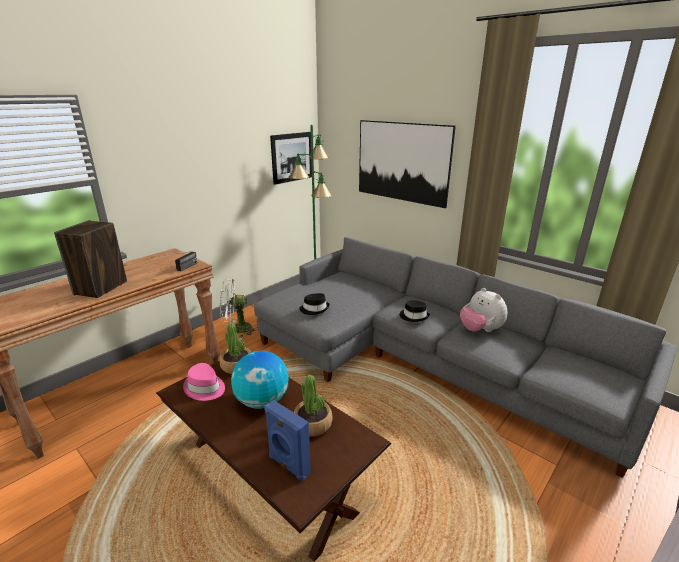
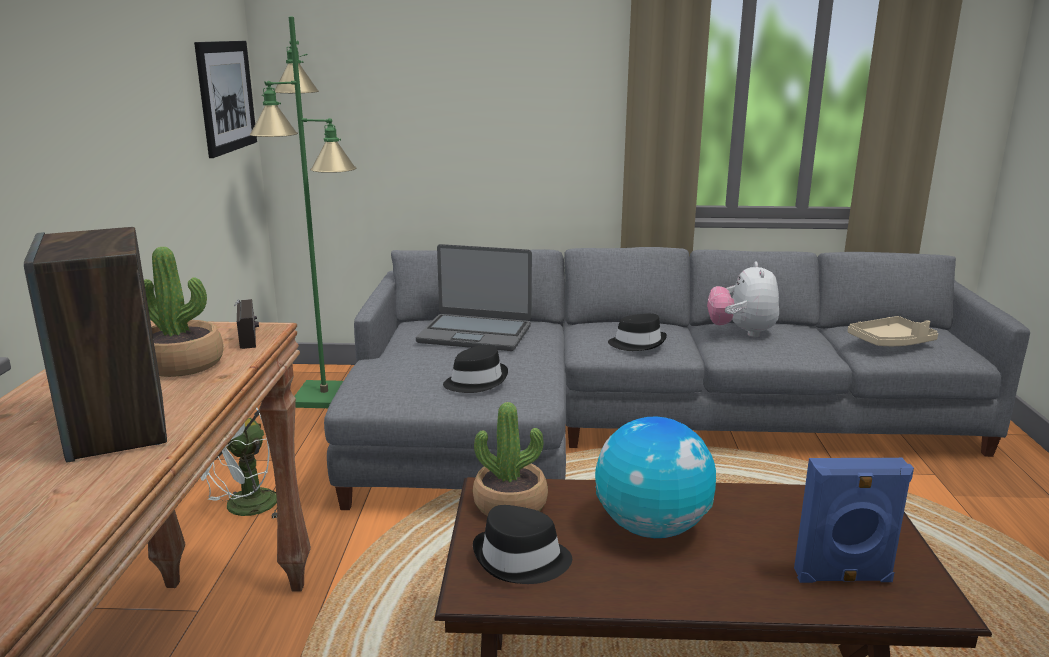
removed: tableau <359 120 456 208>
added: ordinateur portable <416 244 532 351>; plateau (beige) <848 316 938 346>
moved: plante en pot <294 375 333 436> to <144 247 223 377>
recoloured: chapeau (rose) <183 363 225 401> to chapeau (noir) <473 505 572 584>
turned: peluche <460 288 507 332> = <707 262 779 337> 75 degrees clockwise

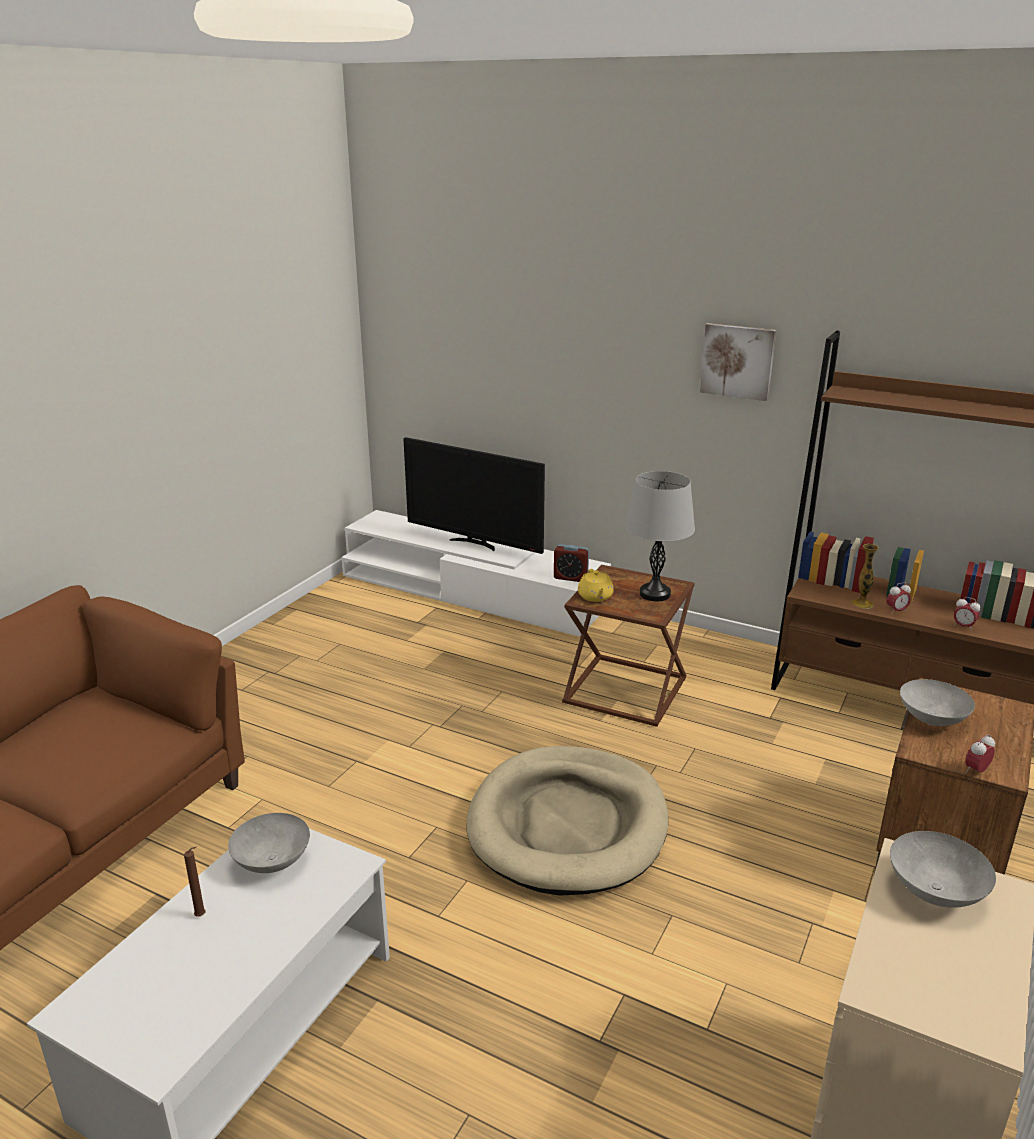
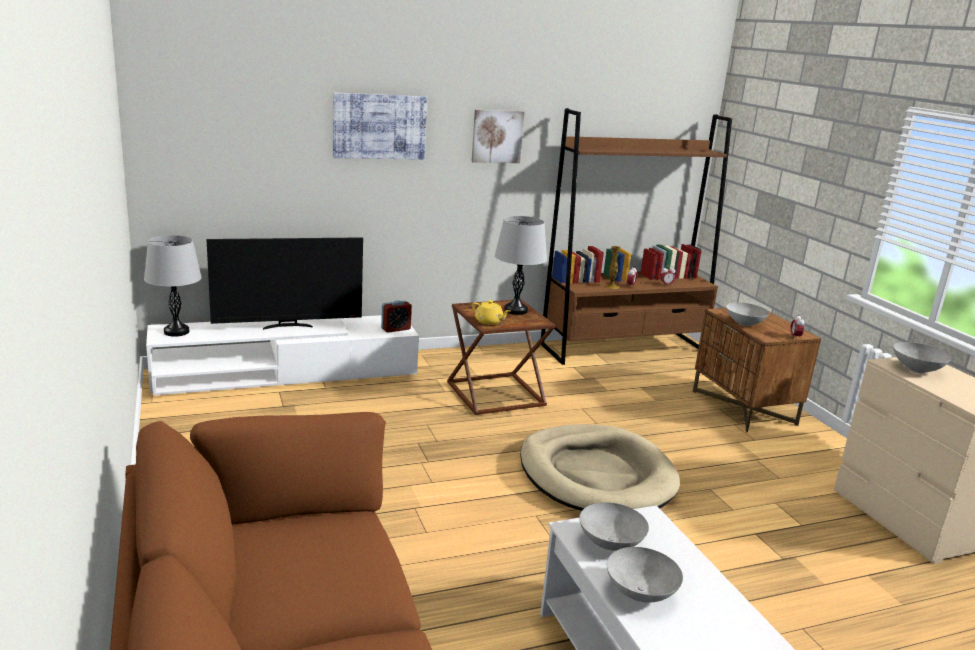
added: tableau <333 93 427 160>; lampe de table (gris) <144 235 202 337>
replaced: bougie (marron) <184 846 206 917> to bol (gris) <607 547 683 603>

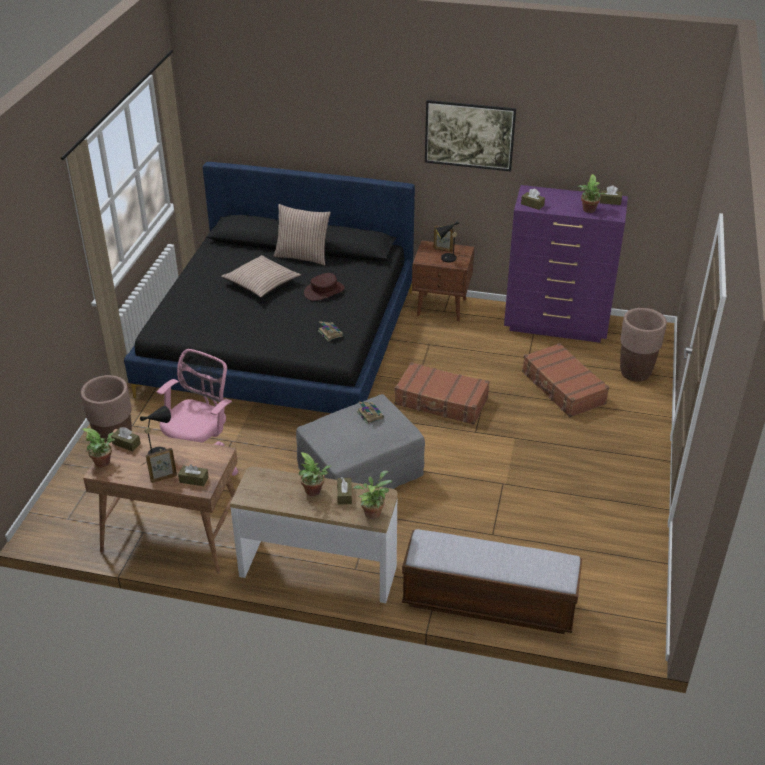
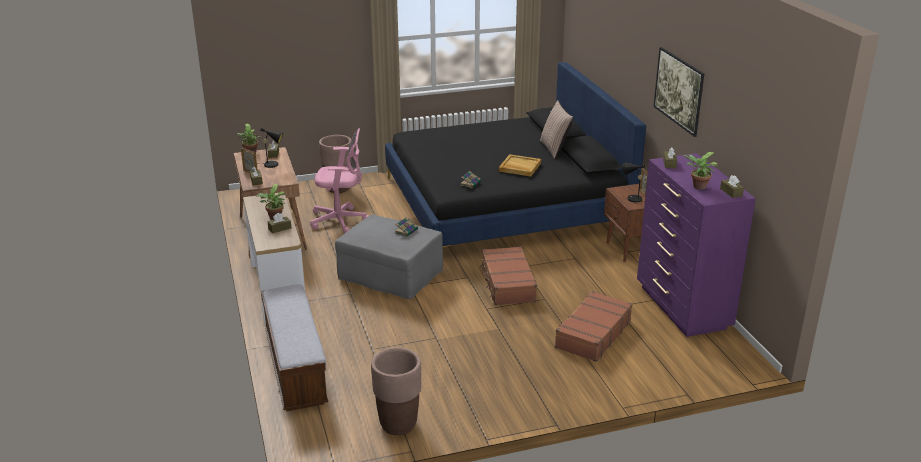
removed: coussin <221 255 301 298>; plante en pot <353 471 392 519>
moved: cache-pot (marron) <620 308 667 382> to <371 347 421 435>
replaced: chapeau (marron) <304 273 344 301> to plateau (beige) <499 154 541 177>

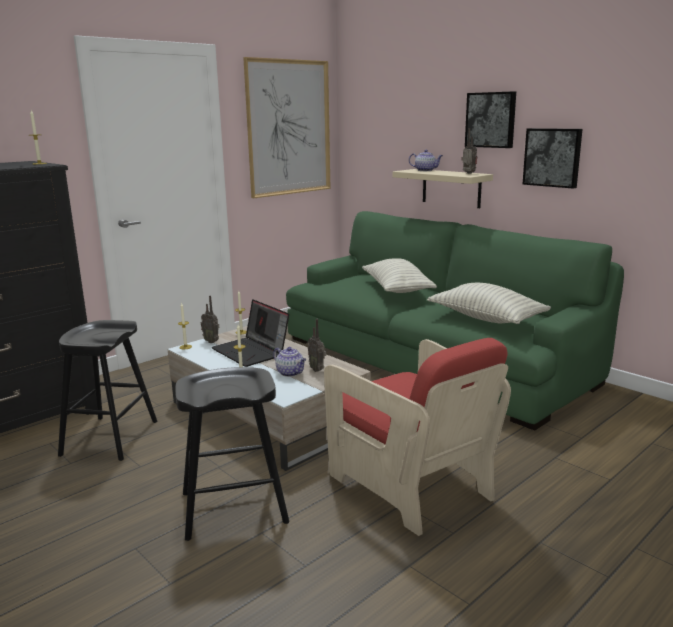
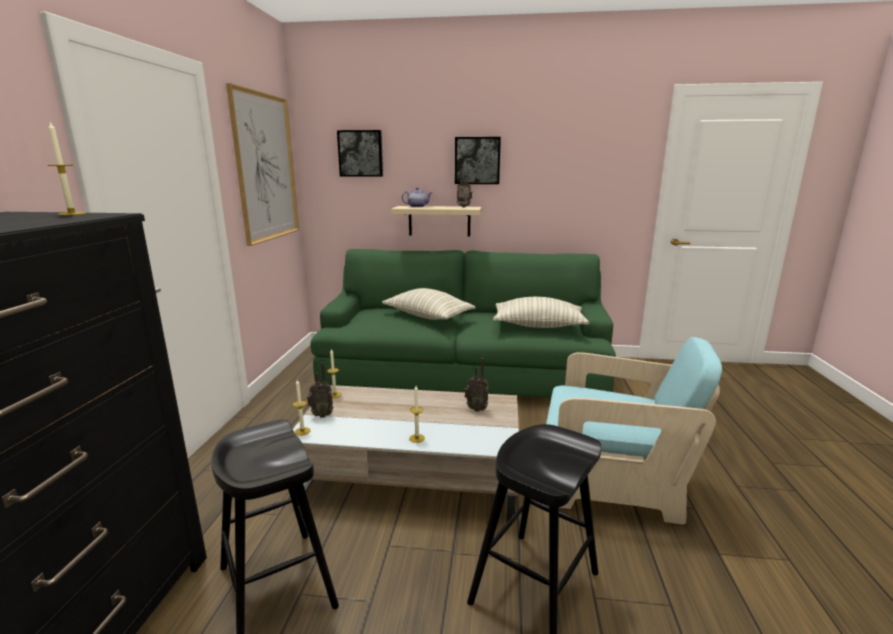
removed: ordinateur portable <211 299 289 367>; théière <273 347 306 377>
moved: tableau <523 128 582 189> to <337 130 383 177>
recoloured: fauteuil (rouge) <324 338 511 536> to fauteuil (turquoise) <546 337 722 524>

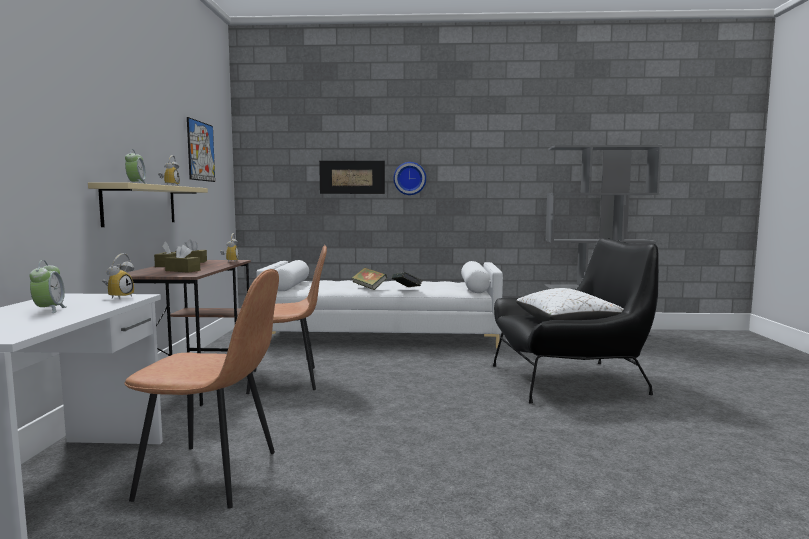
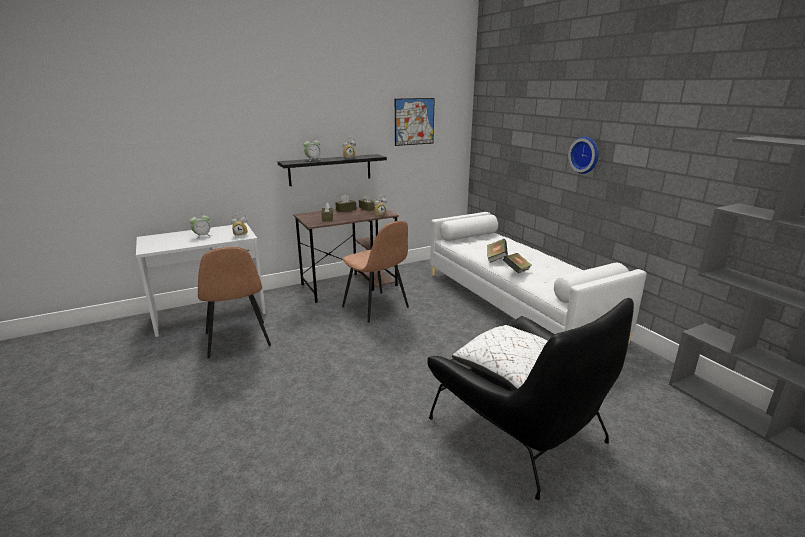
removed: tableau <319 161 385 194>
recoloured: étagère (beige) <88 182 208 227> to étagère (noir) <278 154 387 186>

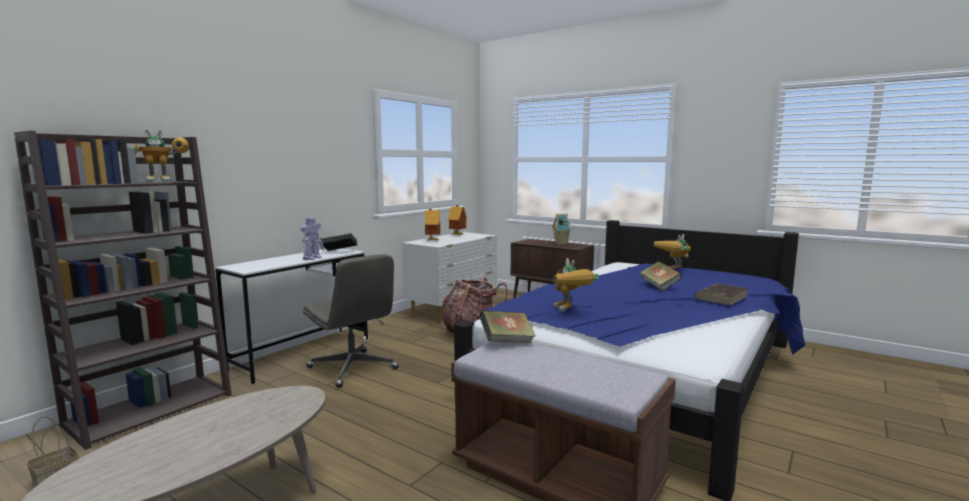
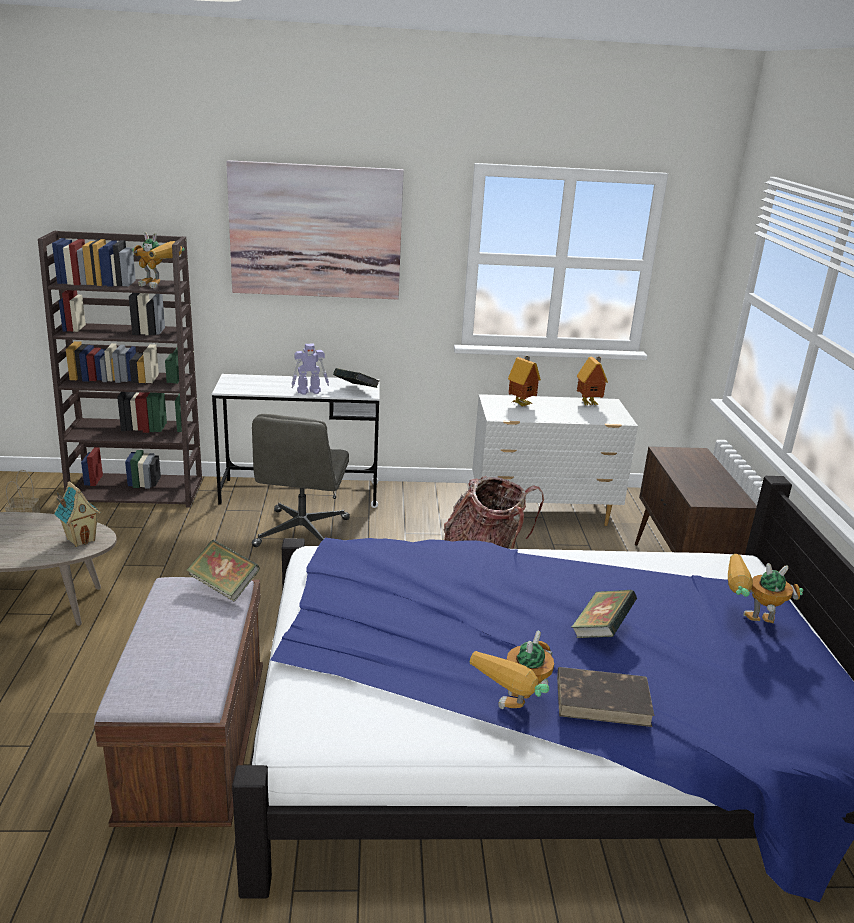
added: tableau <226 160 404 300>
moved: maison miniature <552 214 571 245> to <54 481 101 547>; robot jouet <553 258 599 312> to <470 631 554 709>

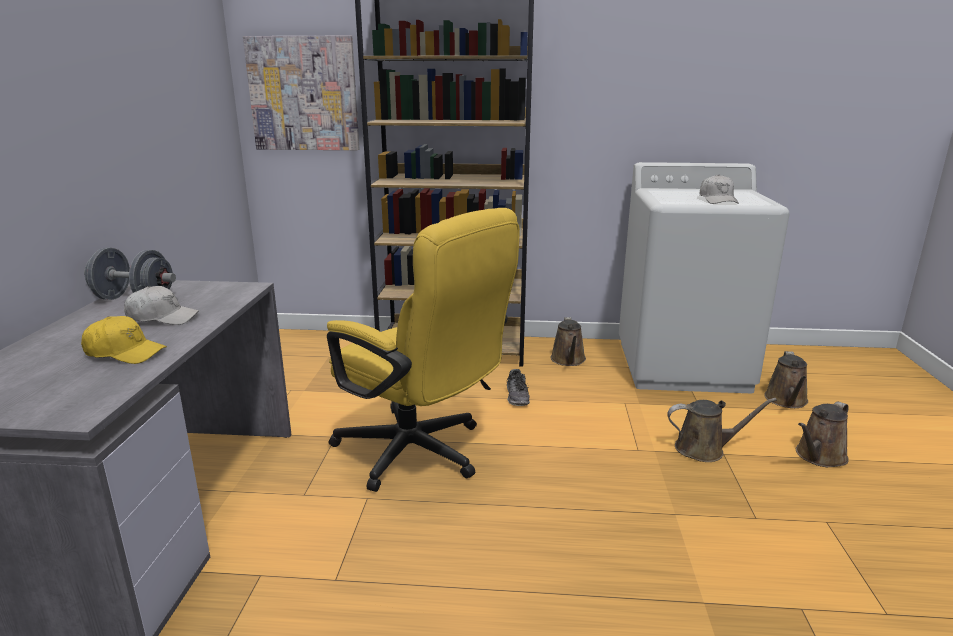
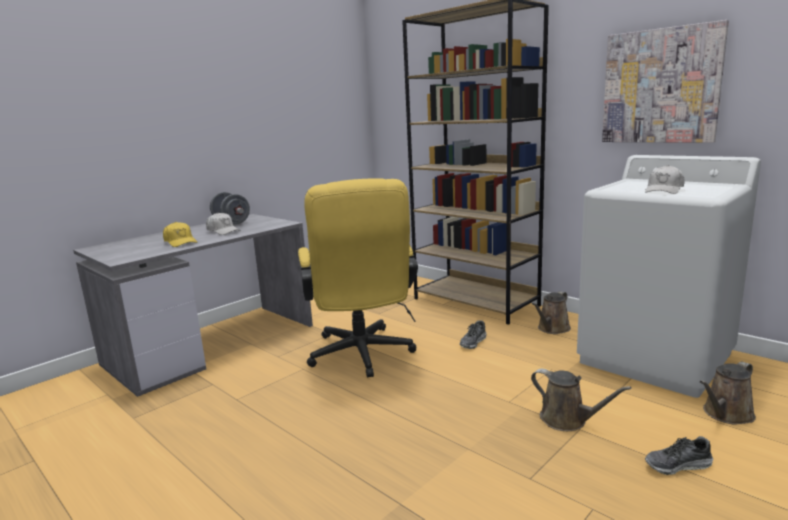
moved: tableau <243 36 359 150> to <602 20 729 143>
replaced: arrosoir (marron) <796 401 849 467> to chaussure <645 436 713 475>

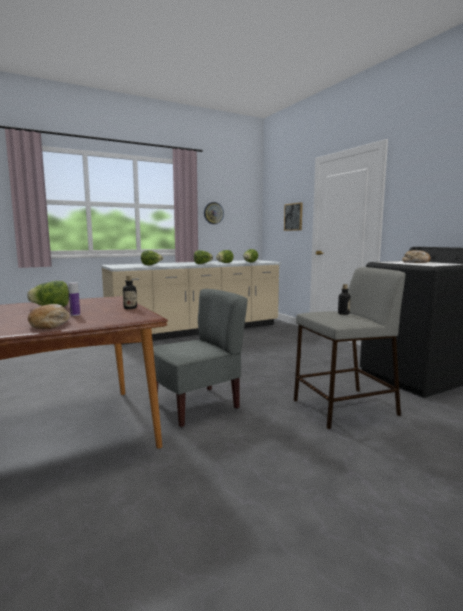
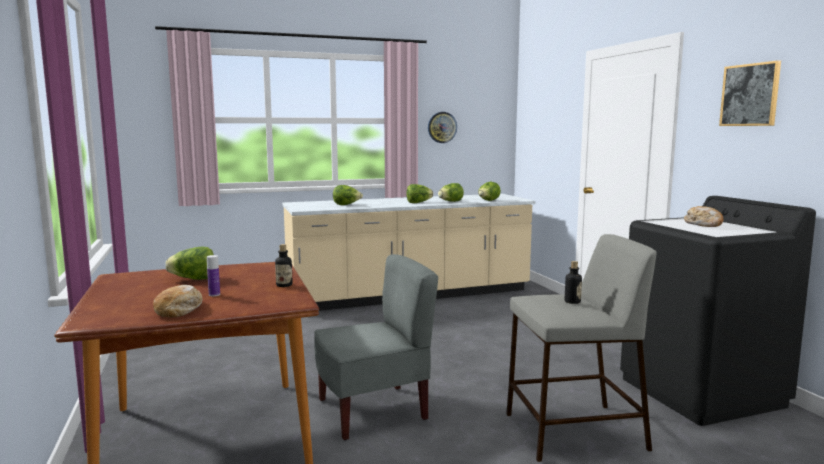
moved: tableau <284 202 303 231> to <719 60 781 126>

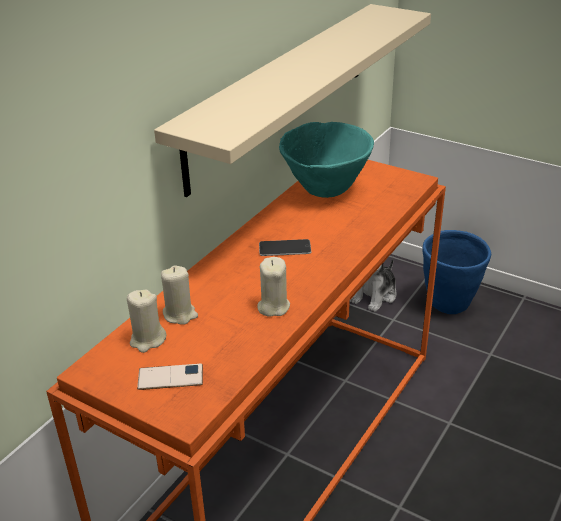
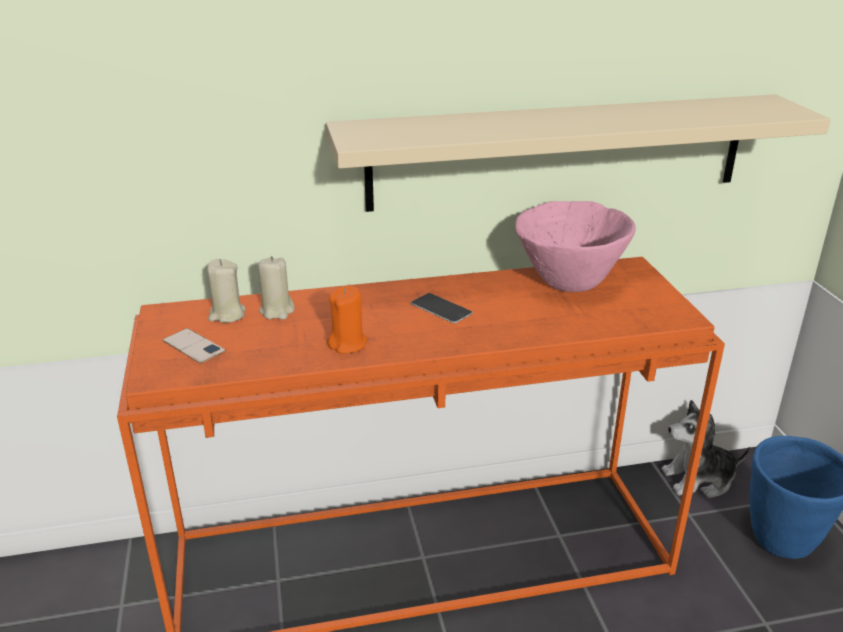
recoloured: bol (turquoise) <279 122 374 198> to bol (rose) <515 201 636 292>; bougie (beige) <257 257 290 317> to bougie (orange) <327 285 367 354>

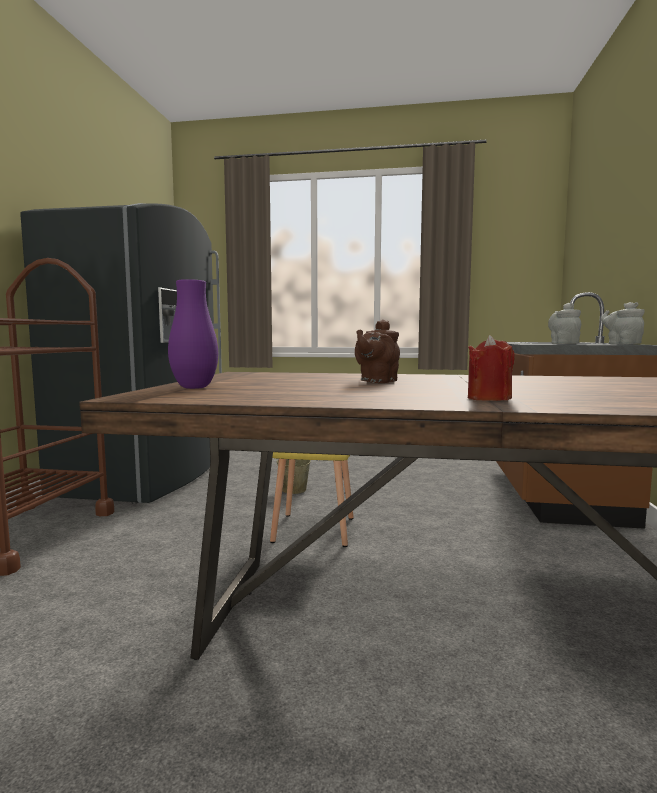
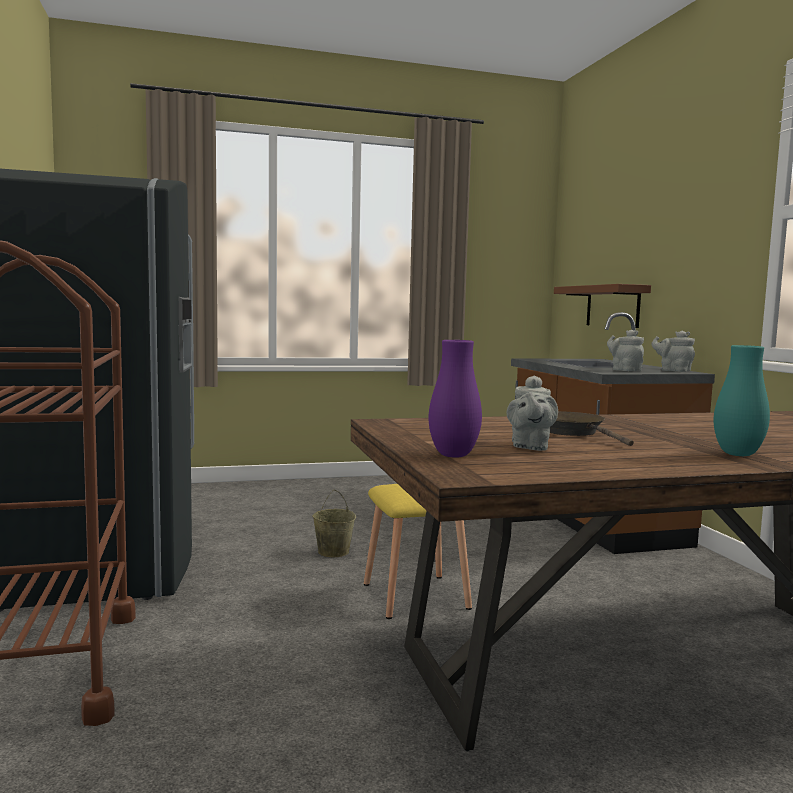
added: étagère (marron) <554 284 651 328>; théière (gris) <507 375 558 451>
replaced: théière (marron) <355 320 400 383> to poêle (marron) <550 411 634 446>; bougie (rouge) <468 335 515 401> to vase (turquoise) <714 345 770 456>

